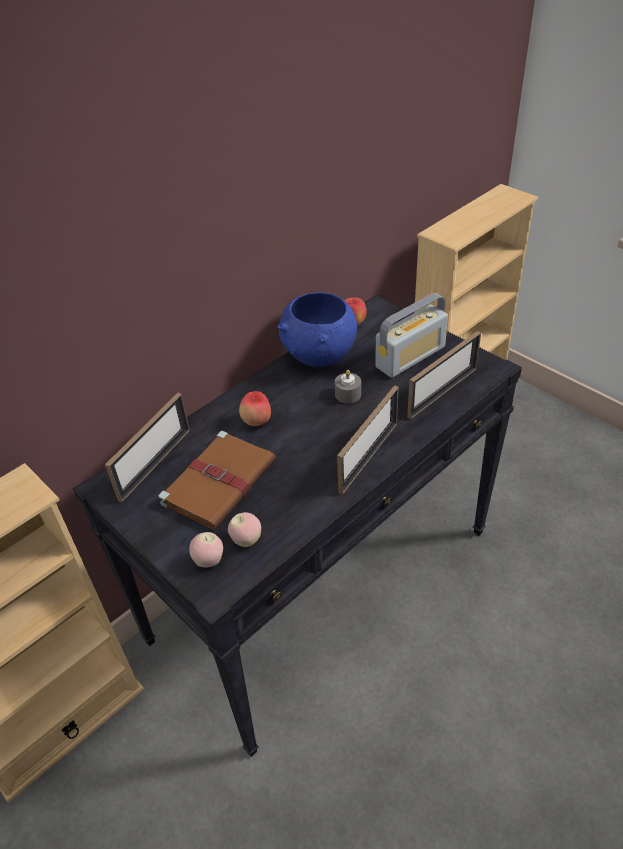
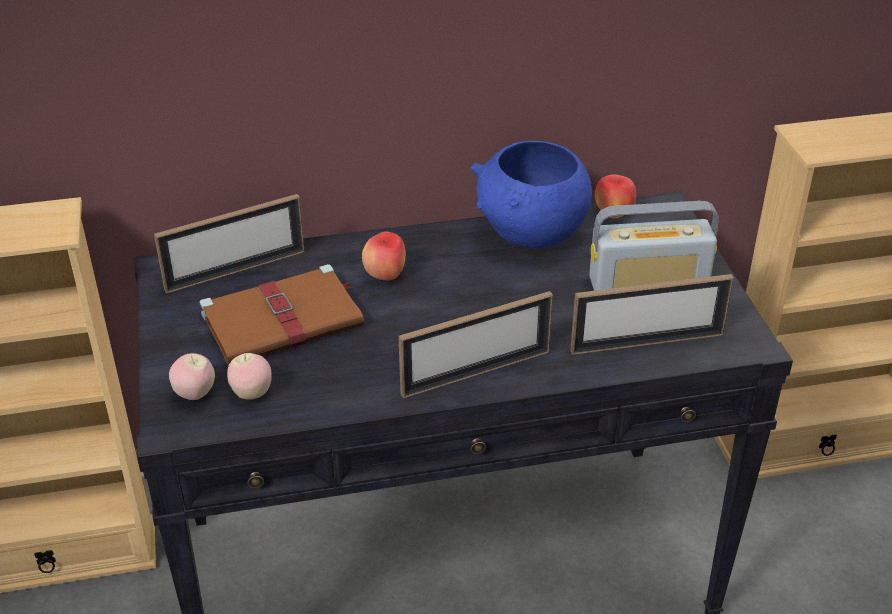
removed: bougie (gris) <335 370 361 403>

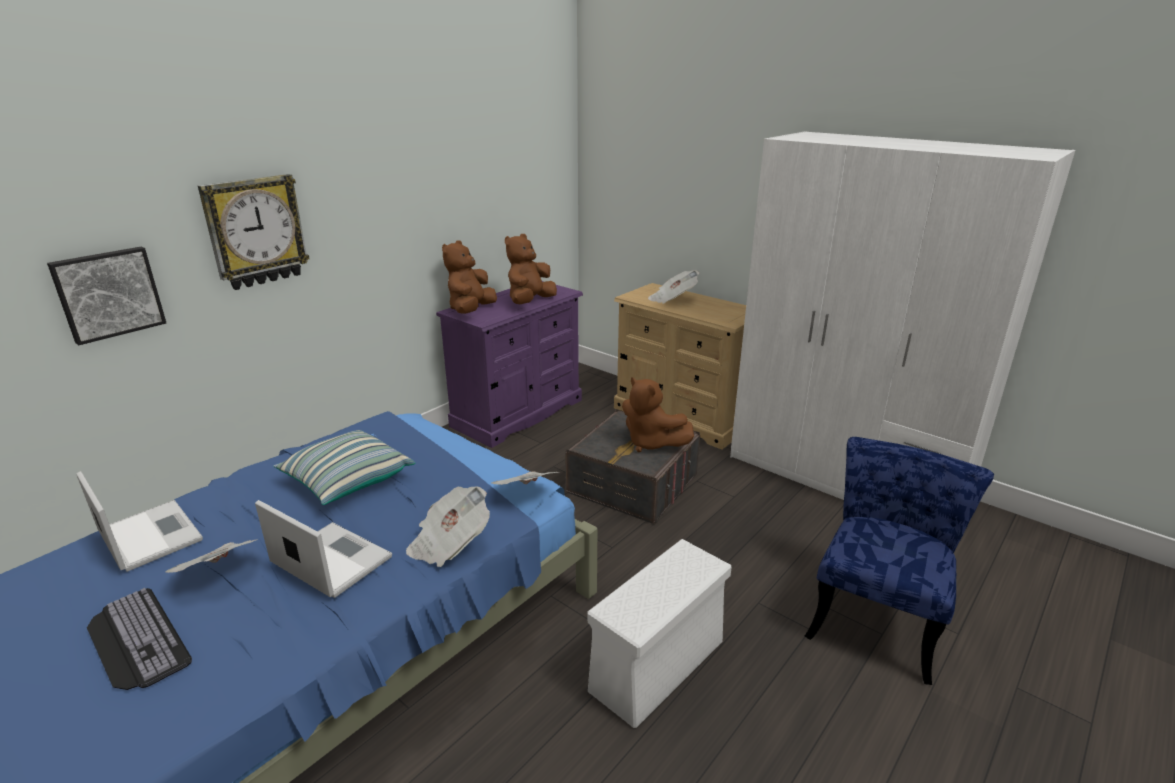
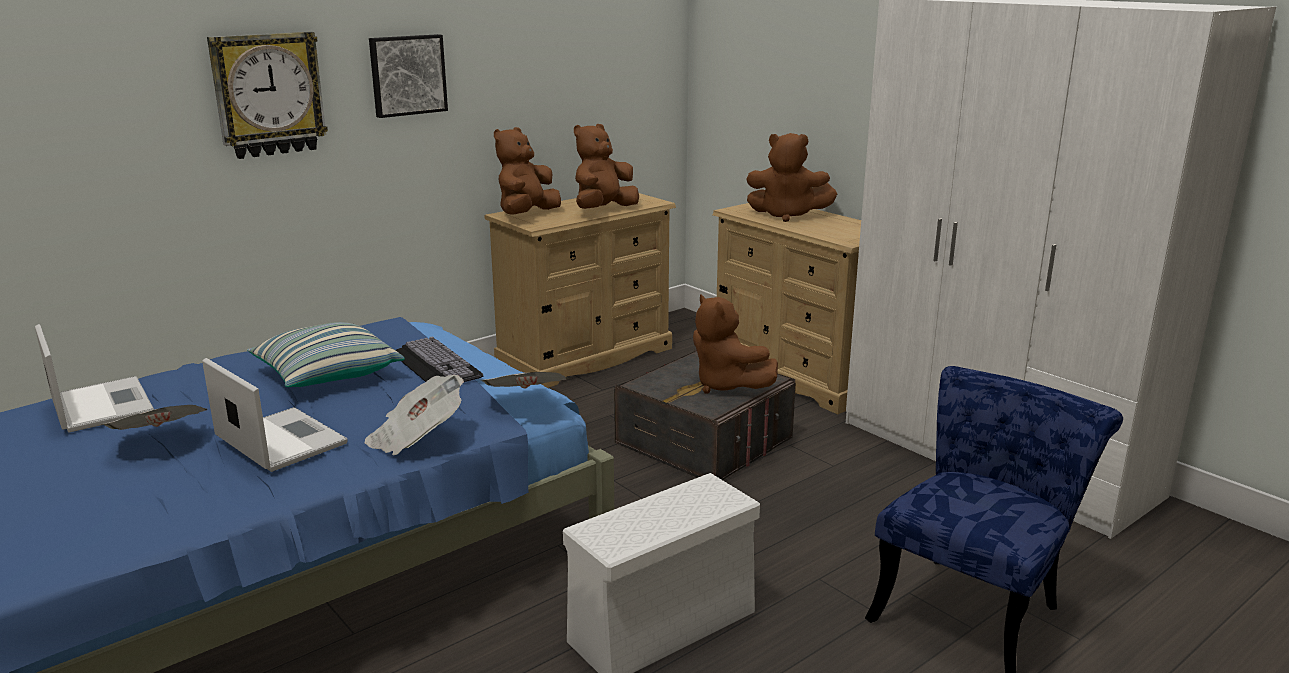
moved: tableau <47 247 166 345> to <369 34 448 118>; clavier <87 588 192 690> to <396 336 483 382>
replaced: journal <648 270 700 304> to peluche (marron) <746 133 837 222>
recoloured: commode (violet) <436 281 583 448> to commode (beige) <484 193 676 388>

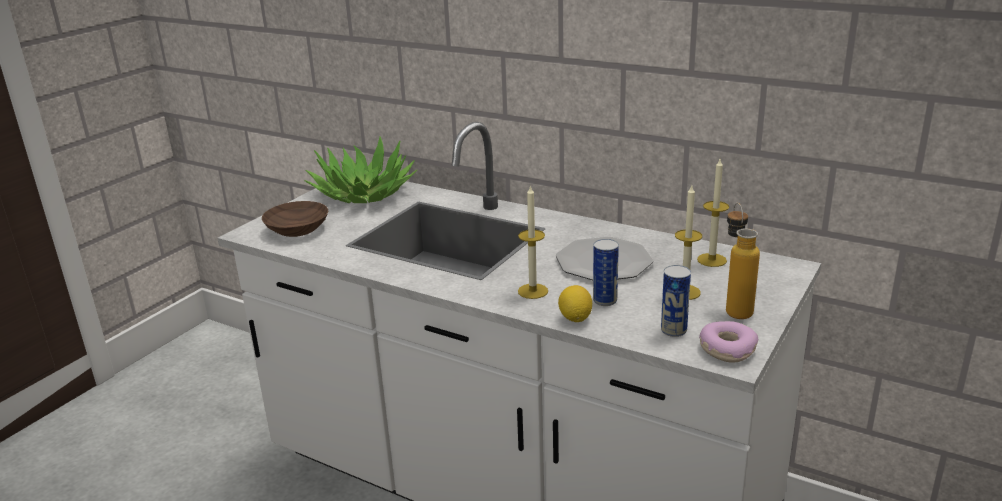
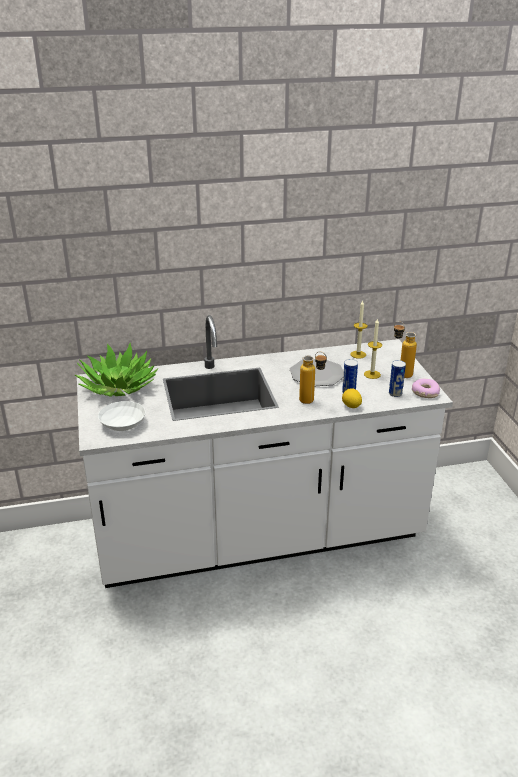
replaced: bougie <518 185 548 299> to bouteille <299 351 327 404>
recoloured: bol (marron) <262 201 328 237> to bol (blanc) <98 401 146 431>

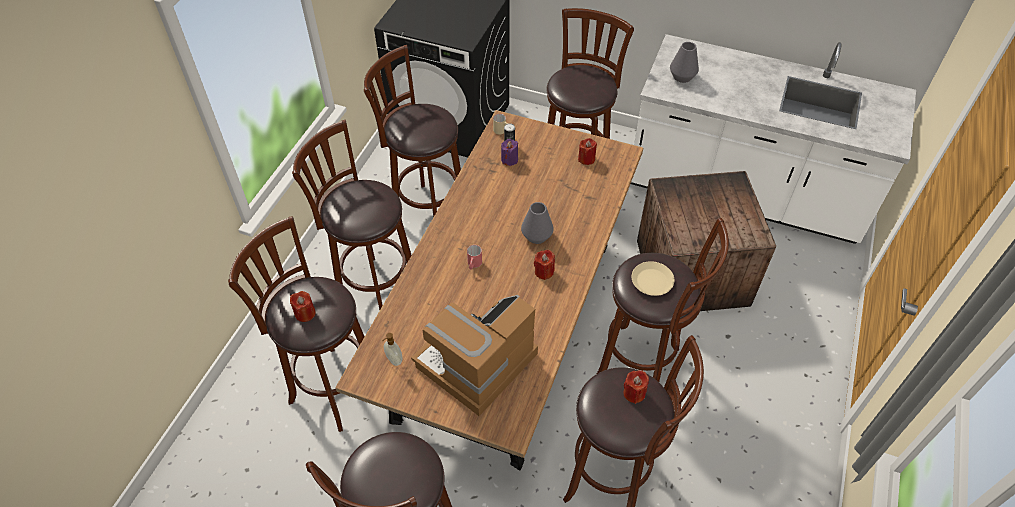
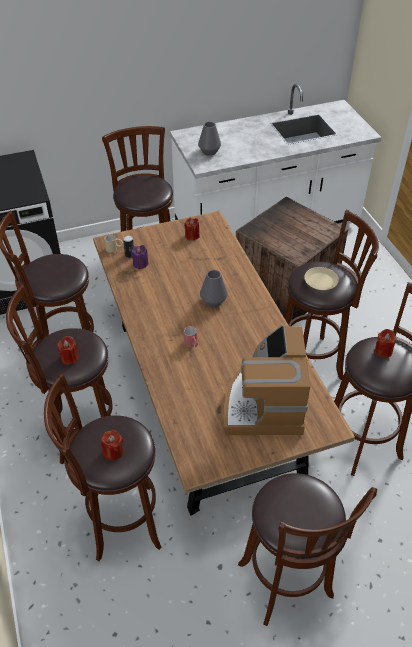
removed: distributeur de savon <382 333 402 366>
moved: bougie (rouge) <534 250 555 280> to <57 336 79 365>

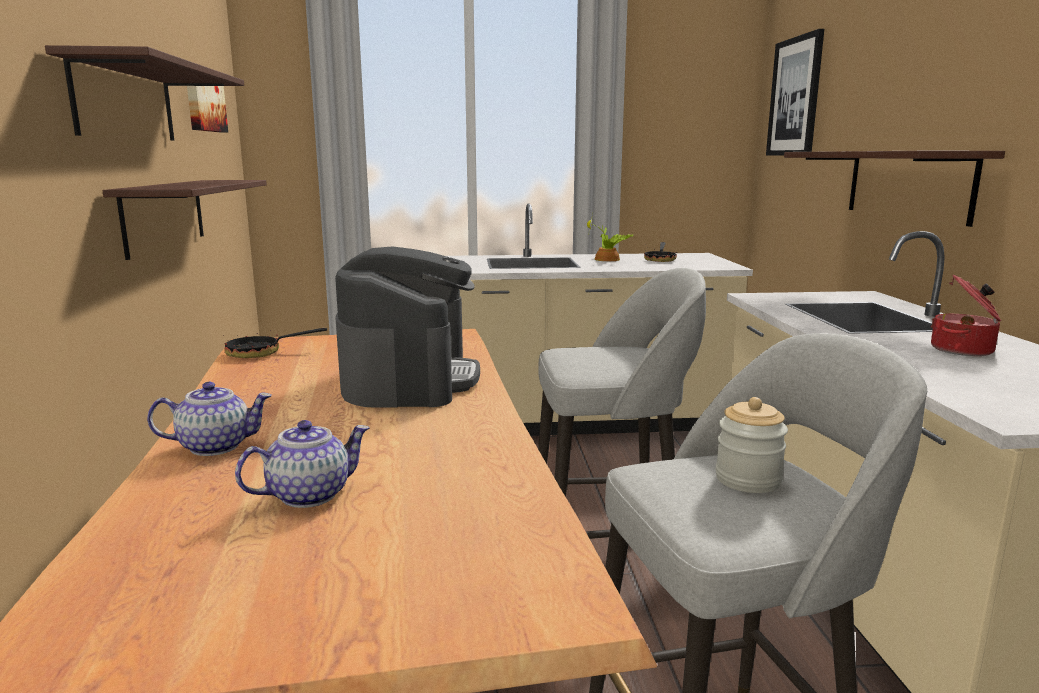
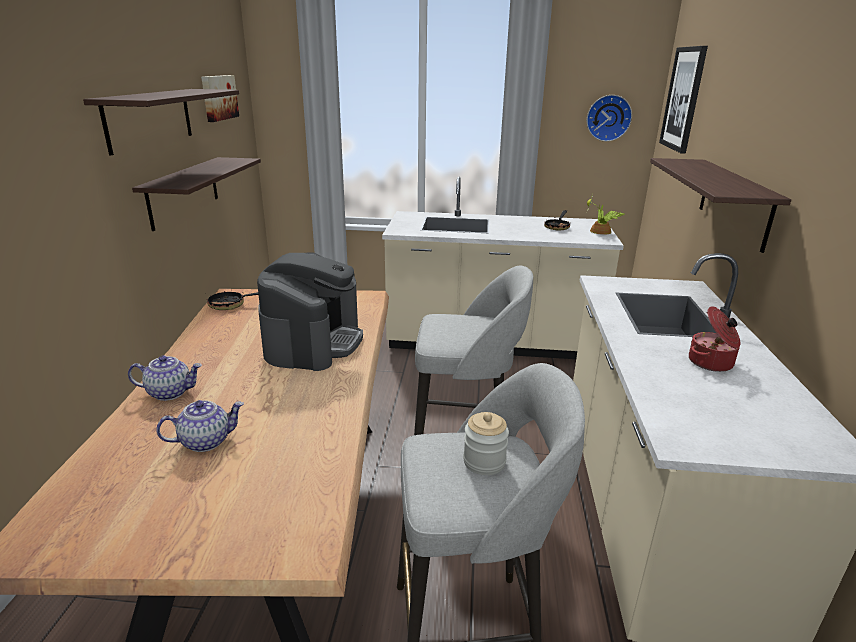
added: horloge murale <586 95 632 142>
moved: plante en pot <587 213 633 261> to <587 194 625 235>

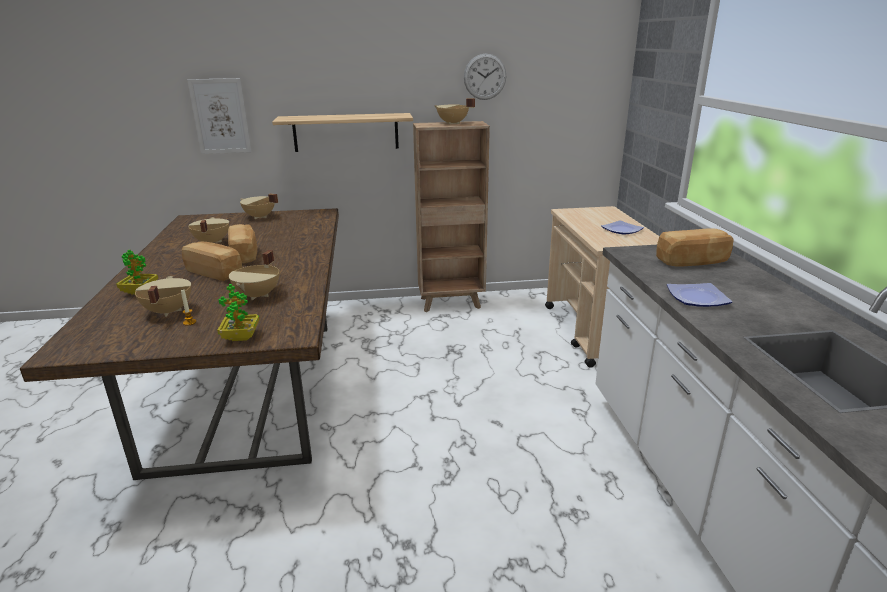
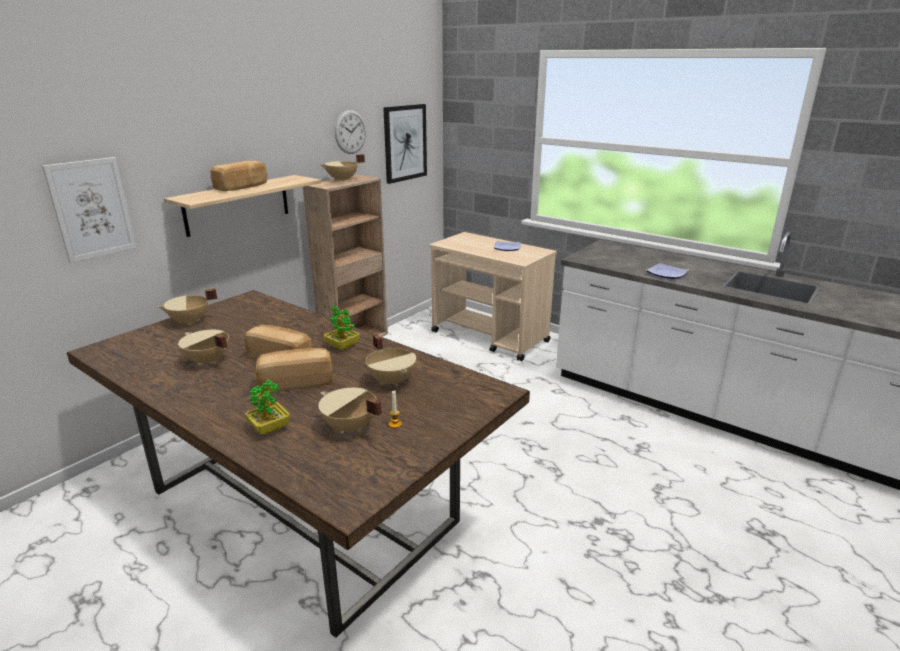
added: tableau <383 104 427 184>
moved: pain <656 228 734 267> to <210 161 267 191>; plante en pot <217 284 260 341> to <324 305 360 350>

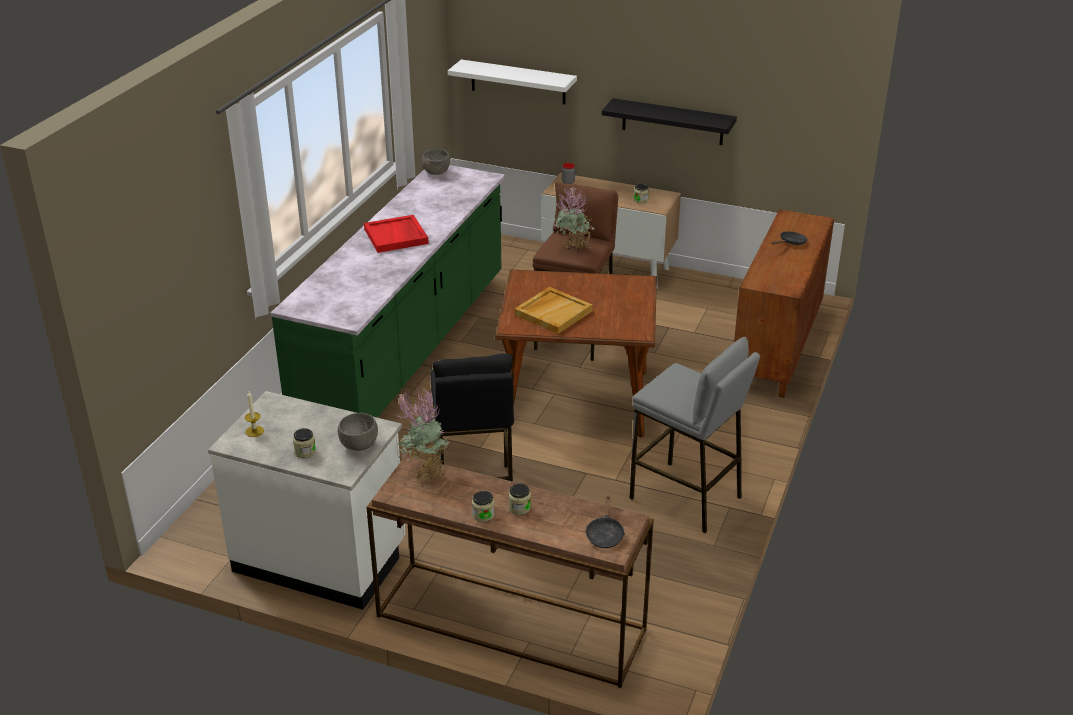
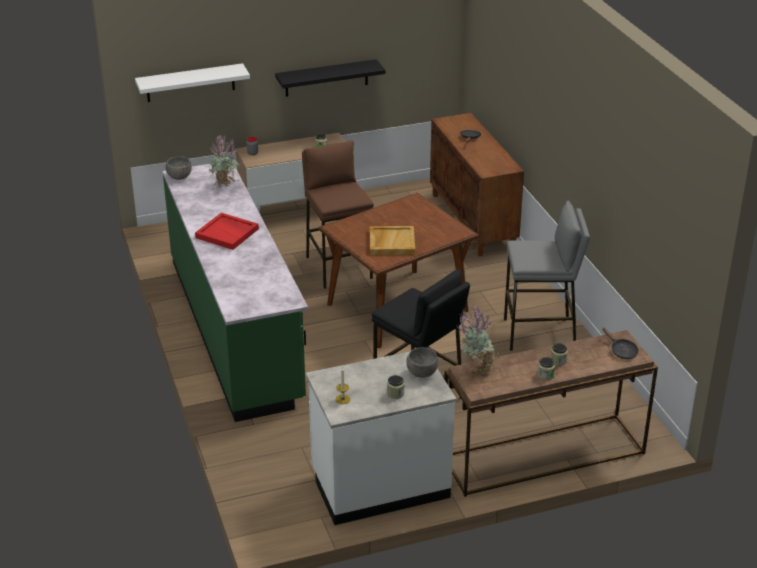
moved: plante en pot <553 187 595 252> to <208 133 241 188>

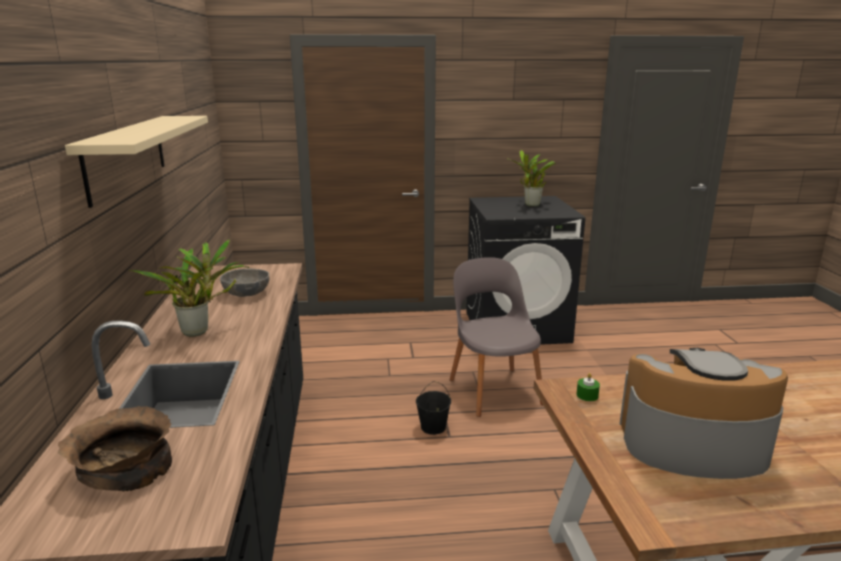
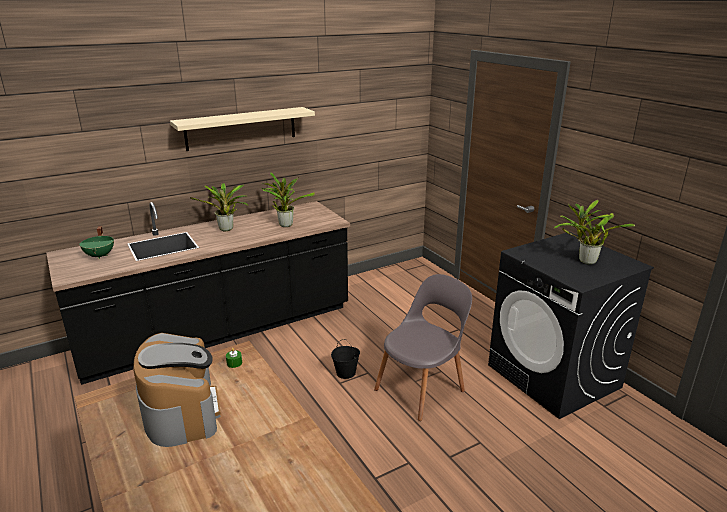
replaced: bol (gris) <220 269 270 297> to plante en pot <261 172 315 227>; bol (marron) <58 406 172 492> to marmite (vert) <79 226 114 259>

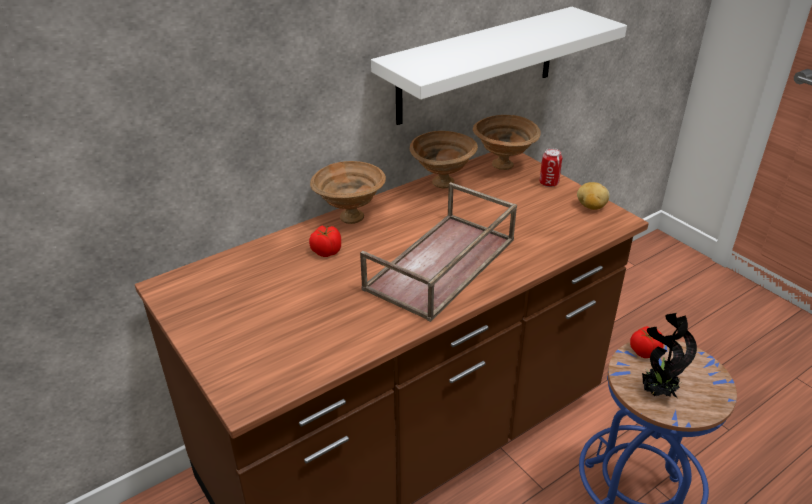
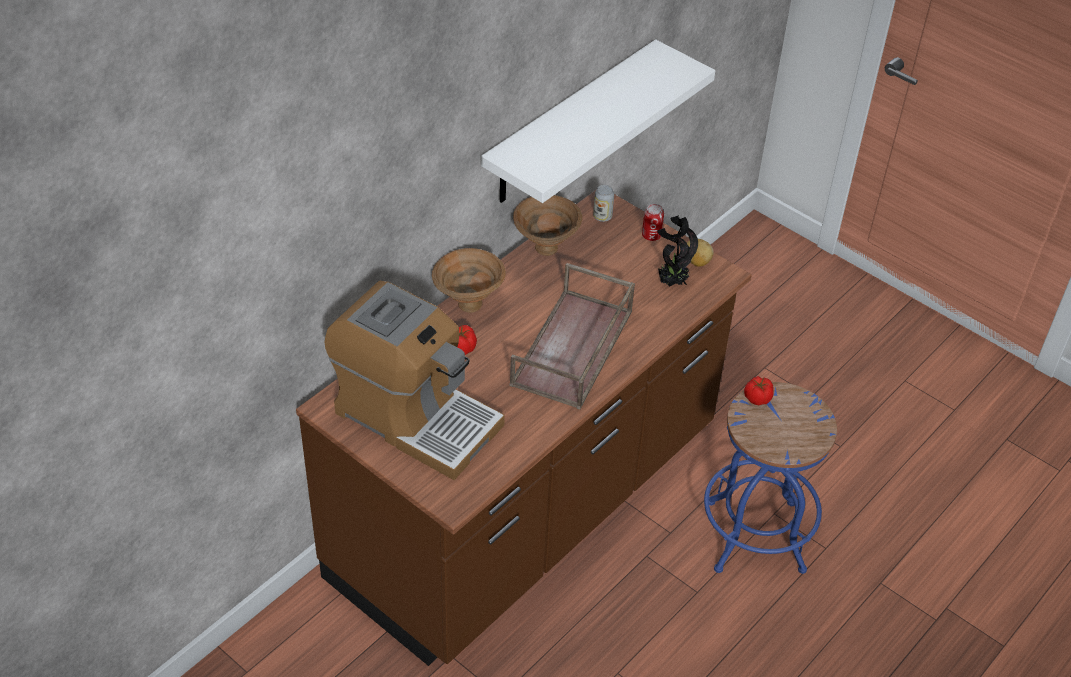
added: machine à café <325 281 505 480>
moved: plante en pot <642 313 697 398> to <657 215 698 286>
replaced: bol (marron) <473 115 541 170> to boîte métallique <593 185 614 222>

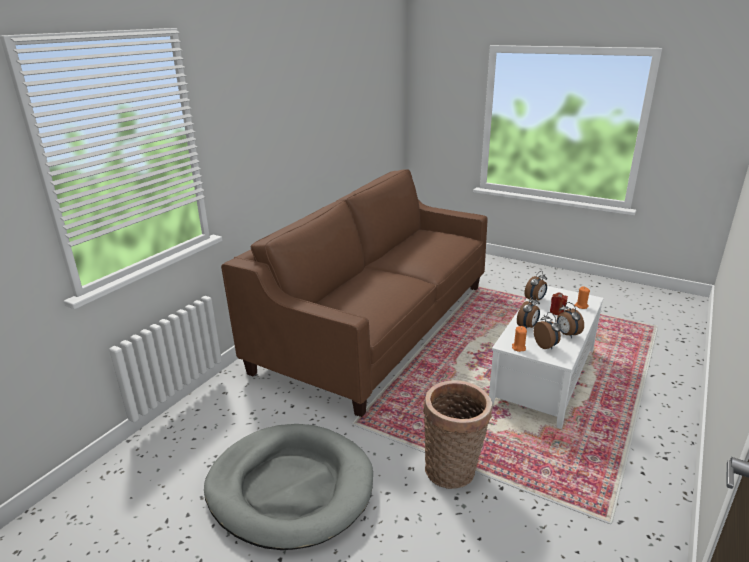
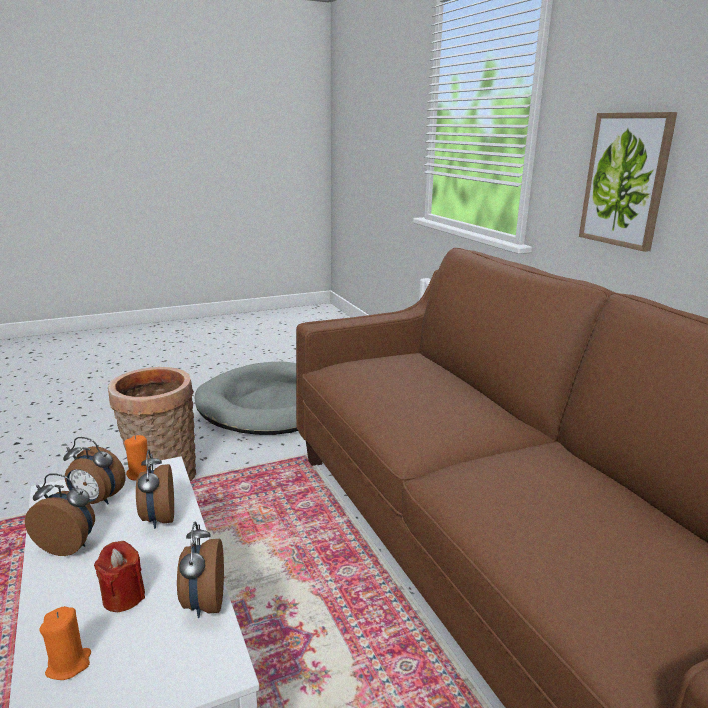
added: tableau <579 112 677 252>

